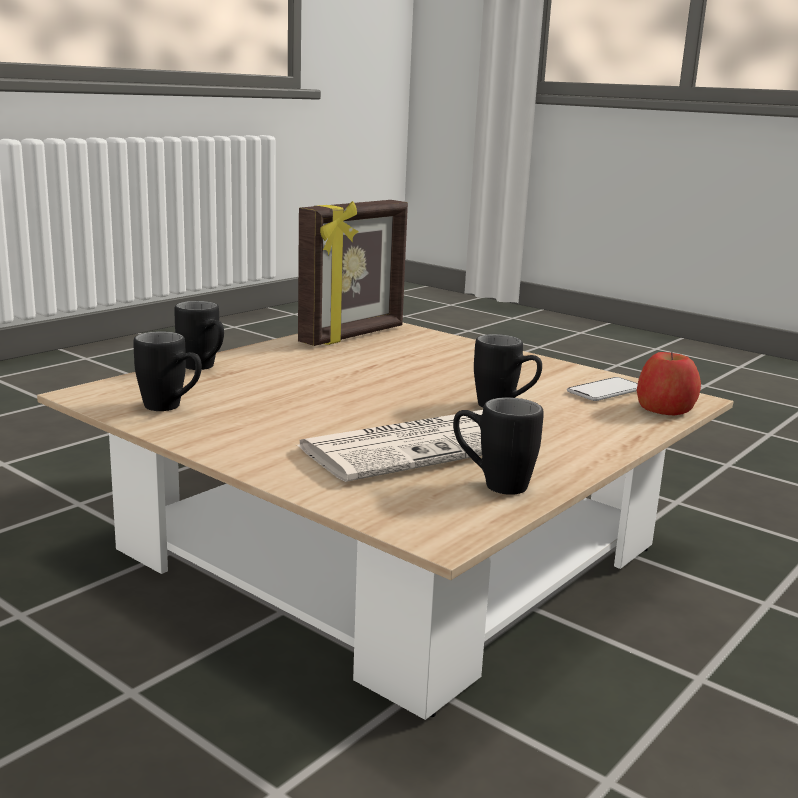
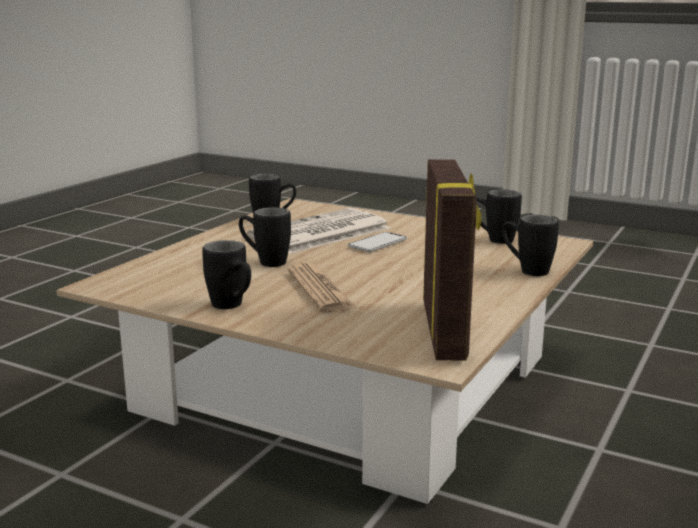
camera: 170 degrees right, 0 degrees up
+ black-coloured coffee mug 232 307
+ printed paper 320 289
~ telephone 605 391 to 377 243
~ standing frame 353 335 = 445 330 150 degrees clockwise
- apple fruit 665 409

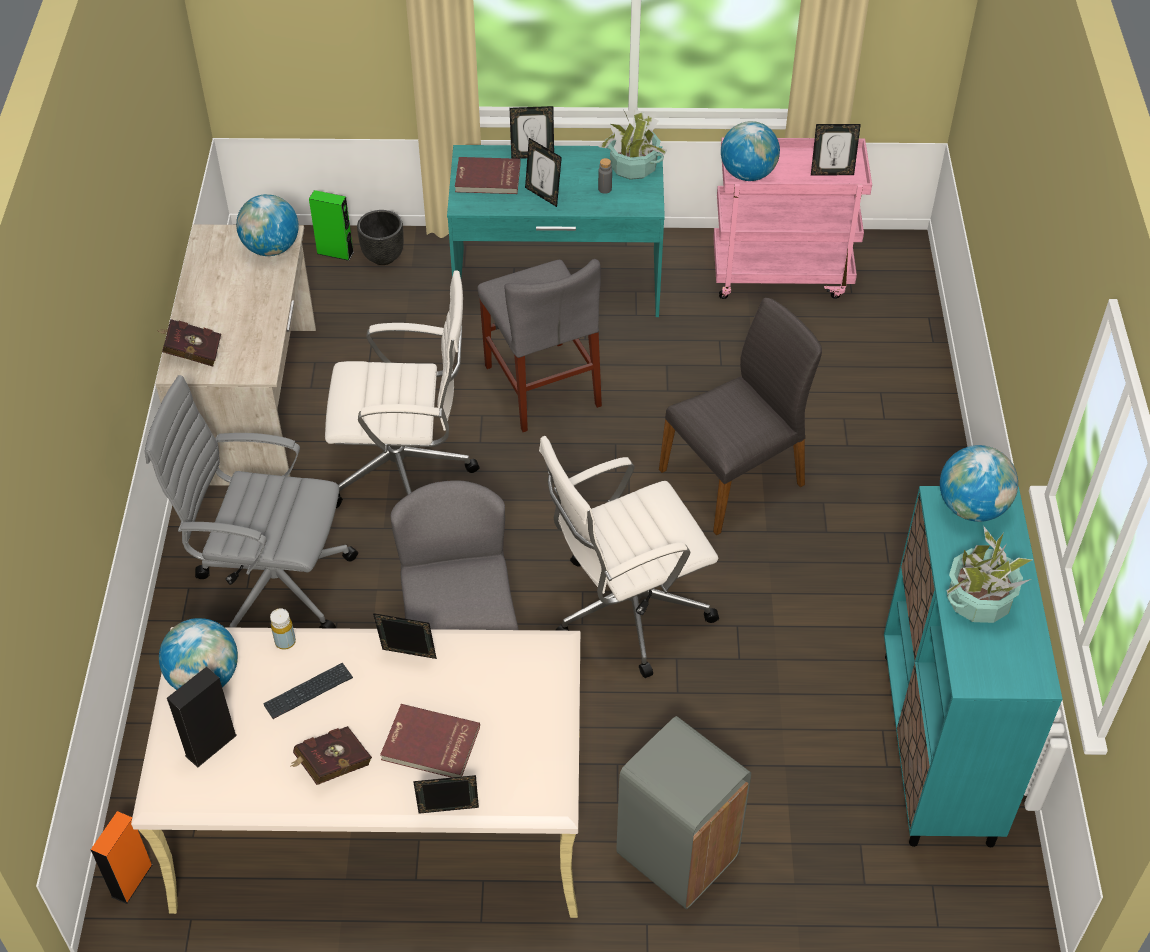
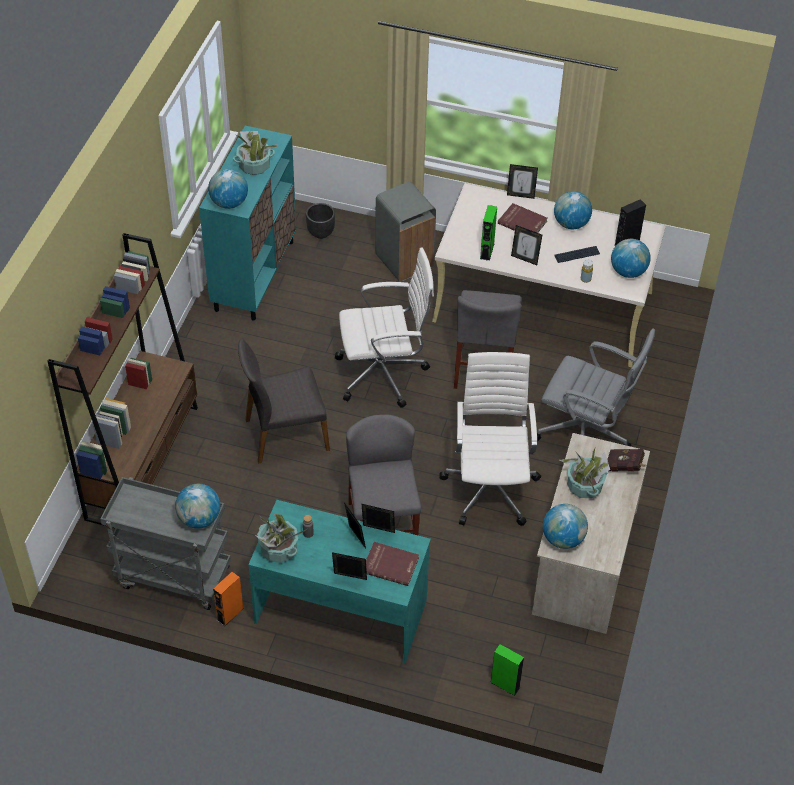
camera: 165 degrees left, 0 degrees up
+ brown-coloured bookshelf 143 462
~ pink-coloured wheeled cart 782 273 to gray wheeled cart 172 577
~ orangey speaker 132 880 to 230 614
~ black-coloured flower pot 382 257 to 321 233
~ standing frame 831 173 to 378 531
~ white desk chair 405 471 = 490 487 75 degrees clockwise
+ green speaker 487 251
~ red-coloured book 331 765 to globe 571 224
+ potted plant 584 486

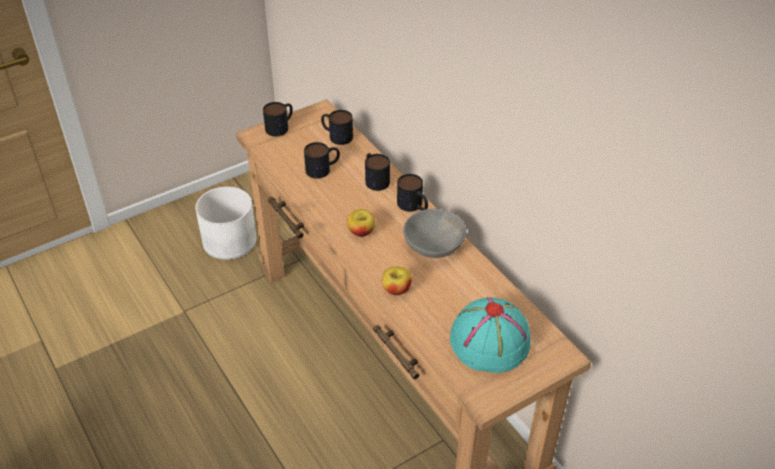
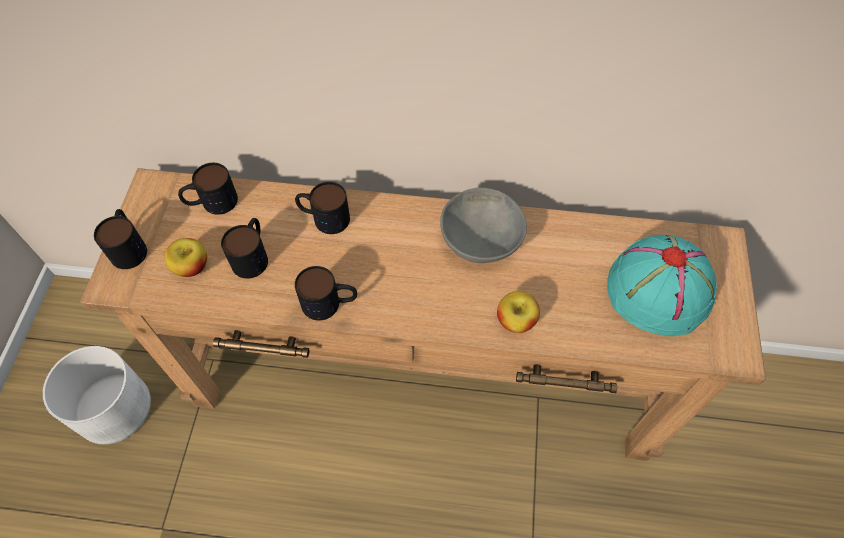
camera: 50 degrees left, 15 degrees up
~ apple fruit 361 232 to 191 267
~ coffee mug 413 206 to 330 303

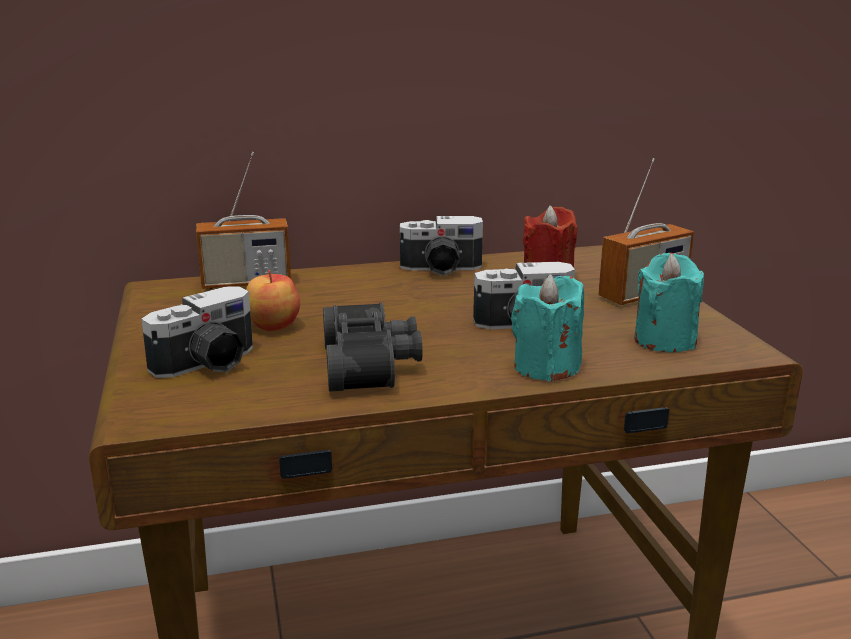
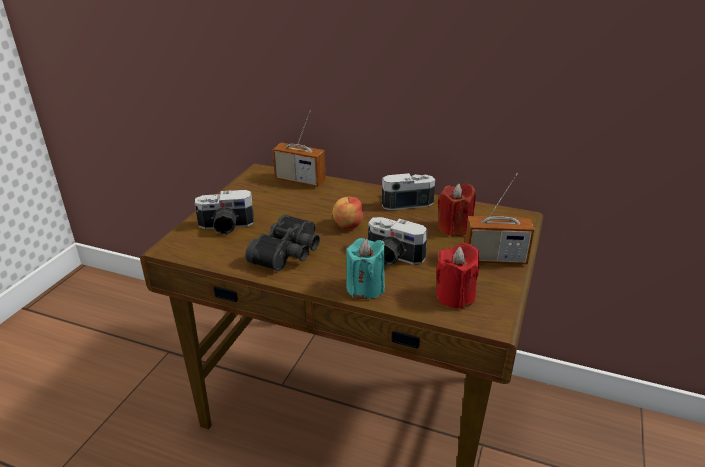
camera: 35 degrees right, 10 degrees up
~ apple fruit 272 326 to 347 225
~ photo camera 441 269 = 405 201 135 degrees clockwise
~ turquoise candle 664 340 to red-coloured candle 455 296

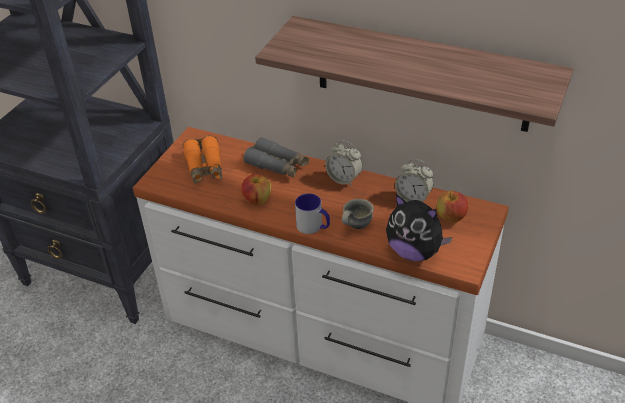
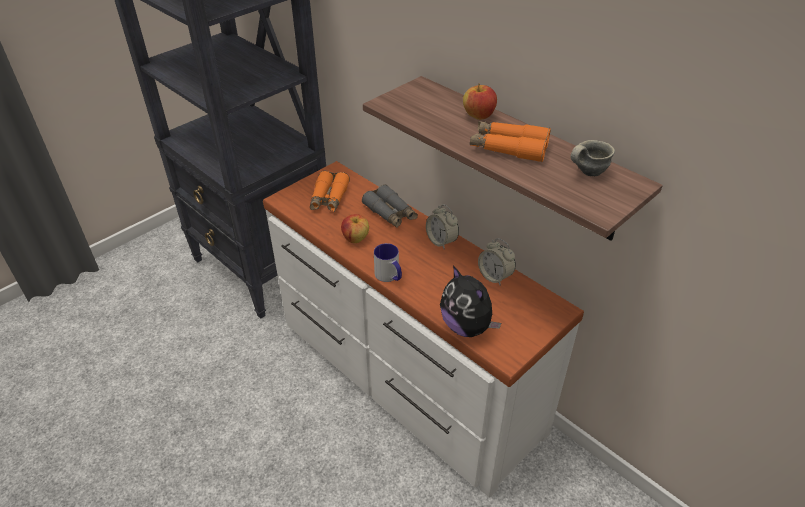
camera: 20 degrees right, 0 degrees up
~ apple fruit 450 217 to 478 116
+ orangey field glasses 508 148
~ gray coffee mug 355 226 to 586 172

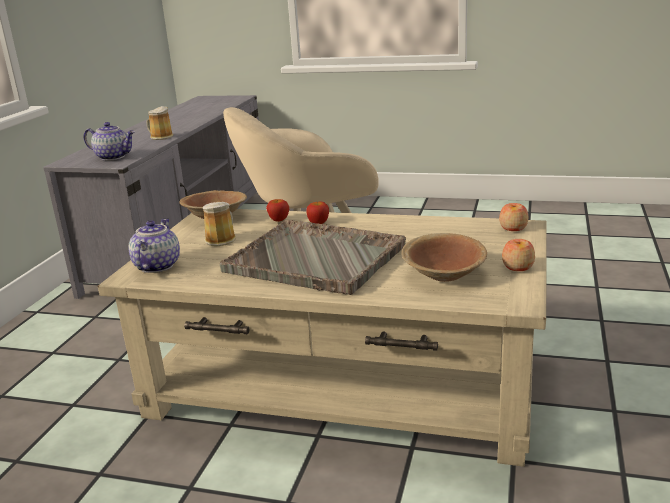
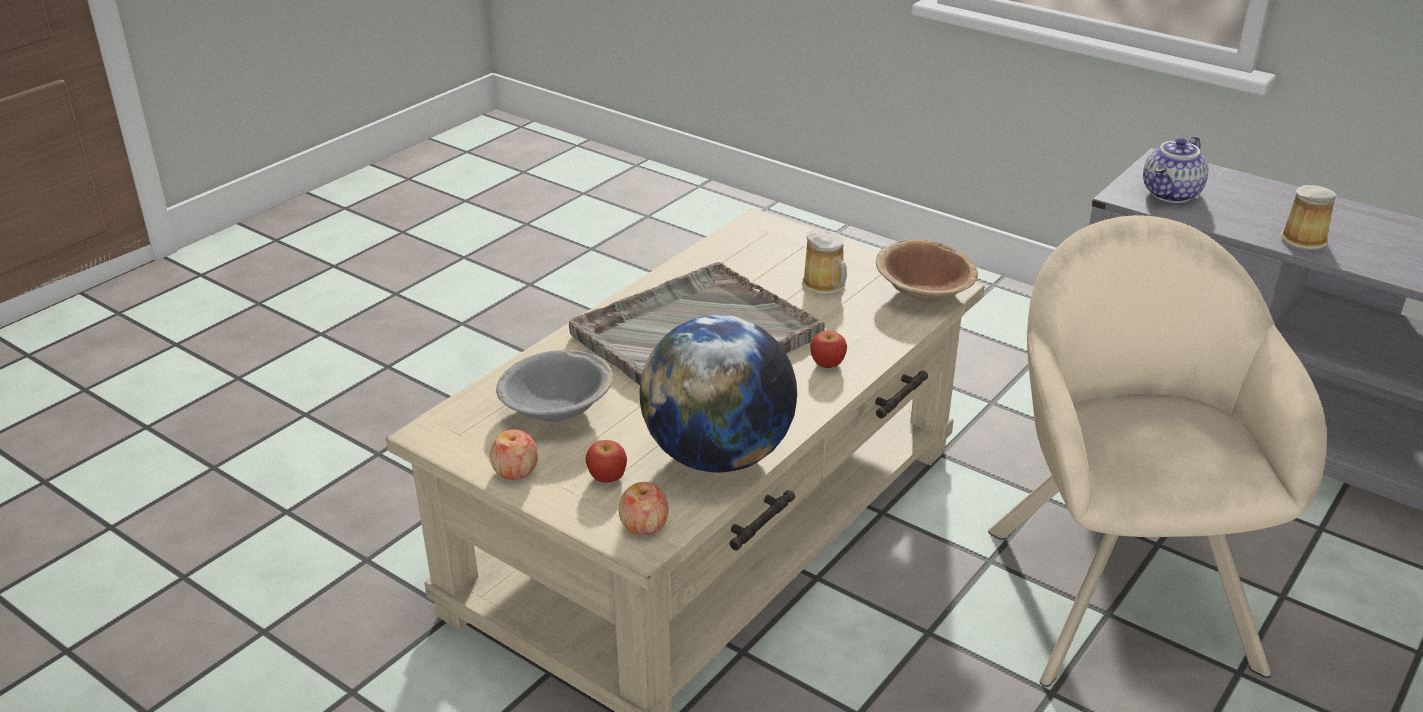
camera: 110 degrees right, 10 degrees up
~ brown-coloured deep dish 444 274 to gray deep dish 556 409
~ apple fruit 279 220 to 607 477
+ globe 718 456
- teapot 156 266

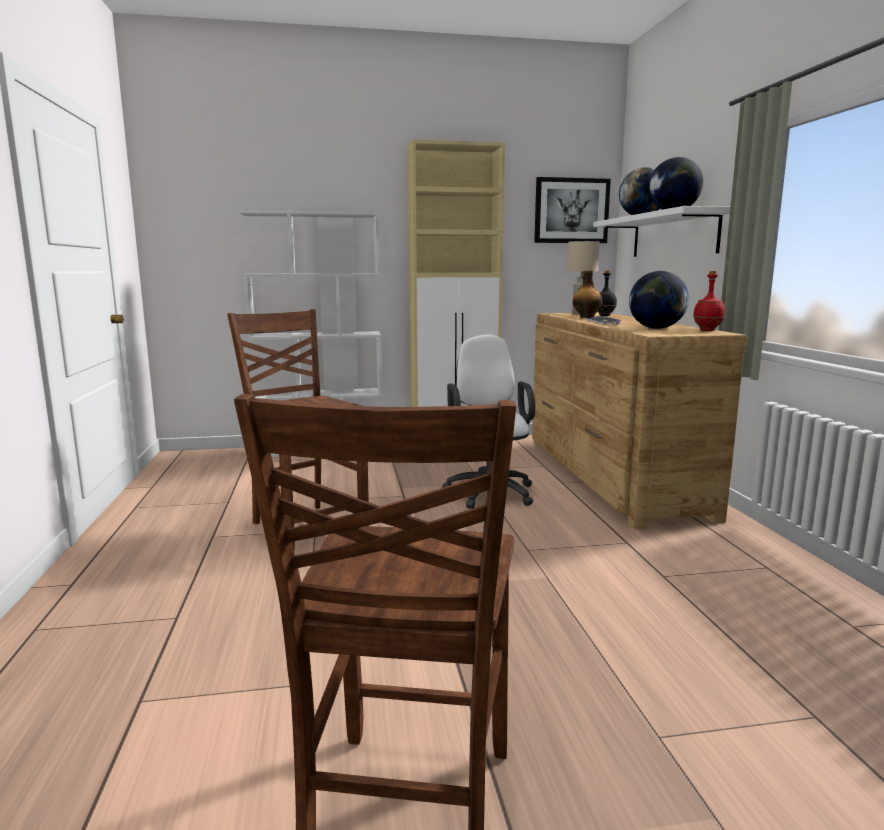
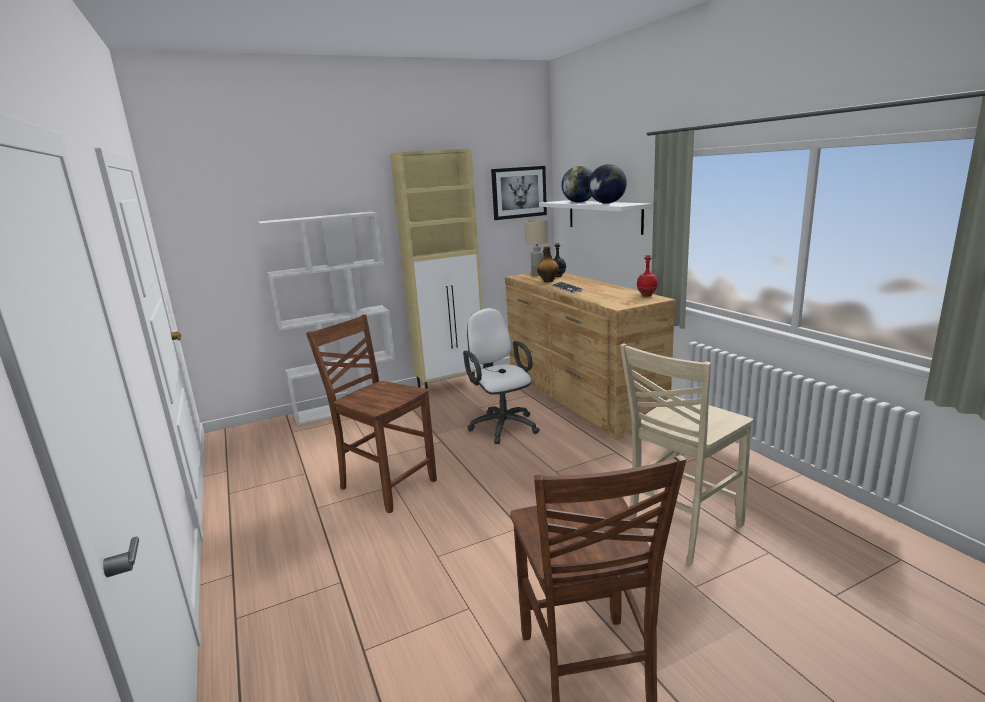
camera: 15 degrees left, 5 degrees up
+ beige chair 681 528
- globe 656 328

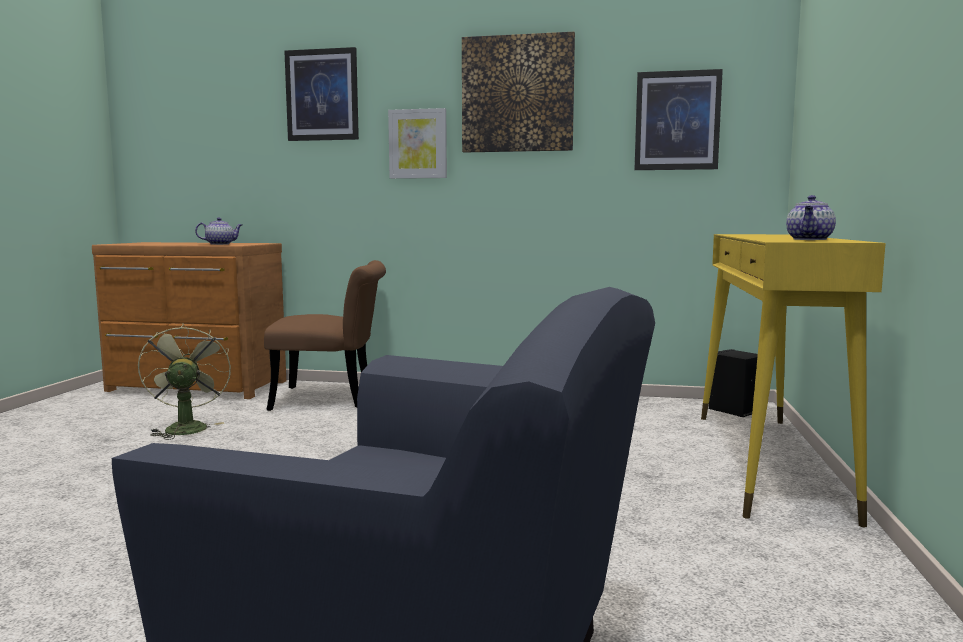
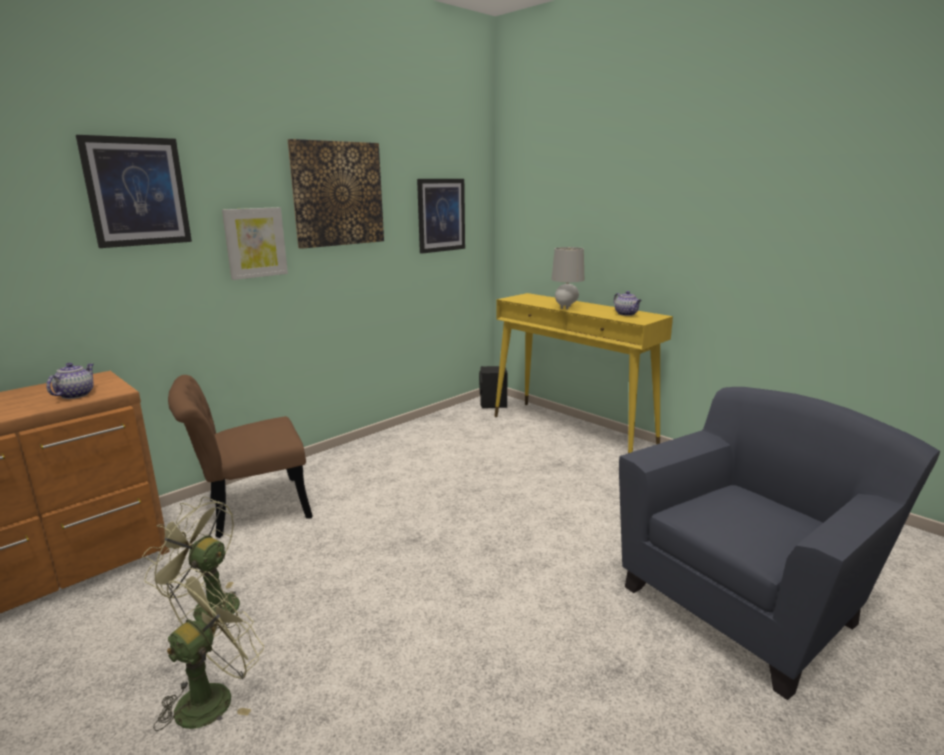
camera: 55 degrees left, 10 degrees up
+ green cooling fan 213 696
~ brown-coloured chair 333 398 = 248 510 150 degrees counterclockwise
+ gray lamp for a table 566 308

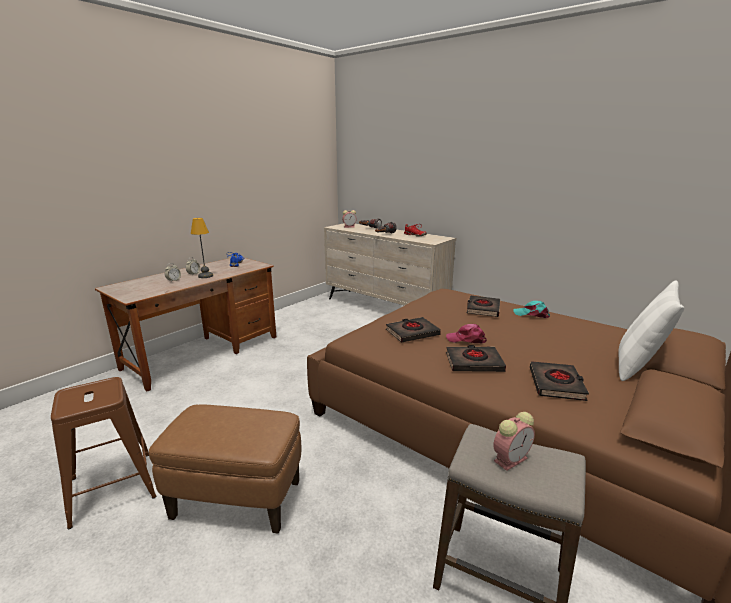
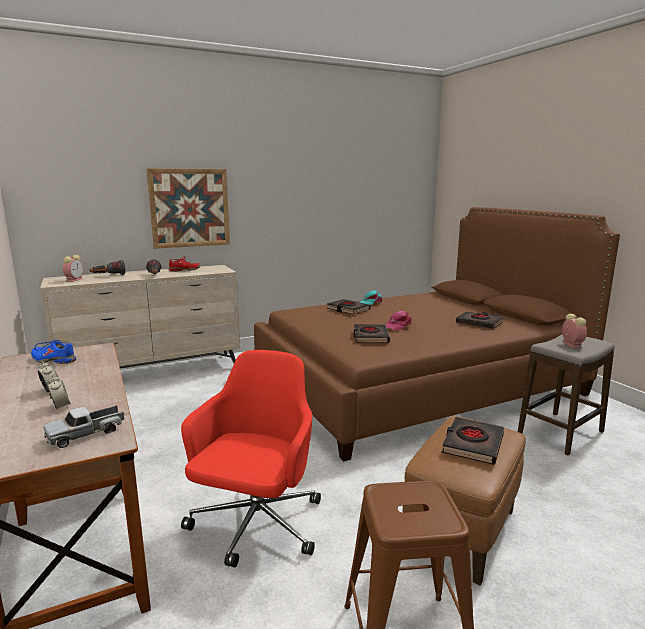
camera: 65 degrees left, 5 degrees down
+ toy lorry 86 433
+ picture 190 208
+ red-coloured desk chair 256 525
~ black-coloured book 474 363 to 472 444
- lamp for a table 205 276
- white throw pillow 638 366

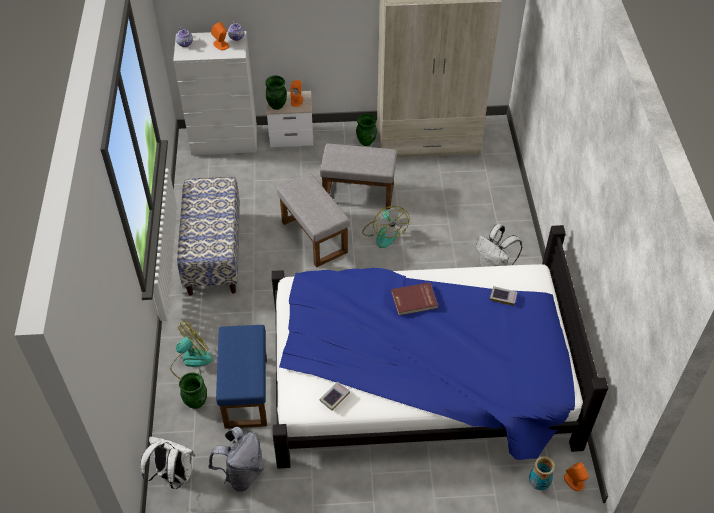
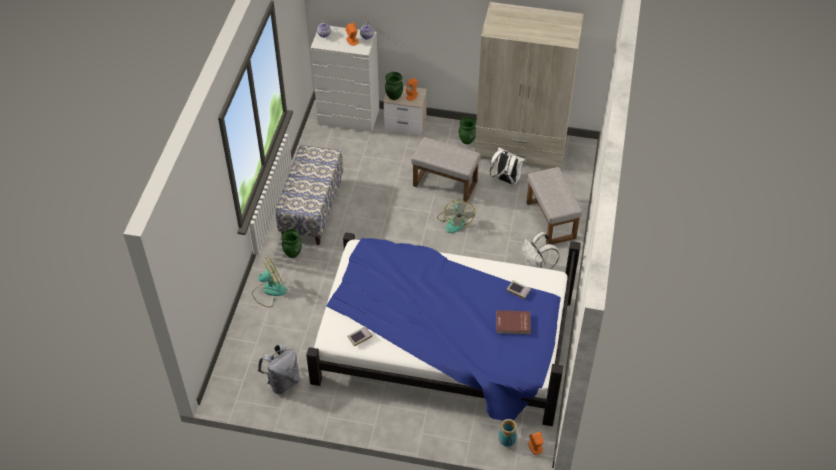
camera: 15 degrees right, 0 degrees up
~ green decorative vase 196 402 to 293 253
~ white backpack 173 475 to 506 179
~ red-coloured book 414 300 to 513 323
~ gray footrest 315 237 to 551 220
- bluish footrest 247 393

